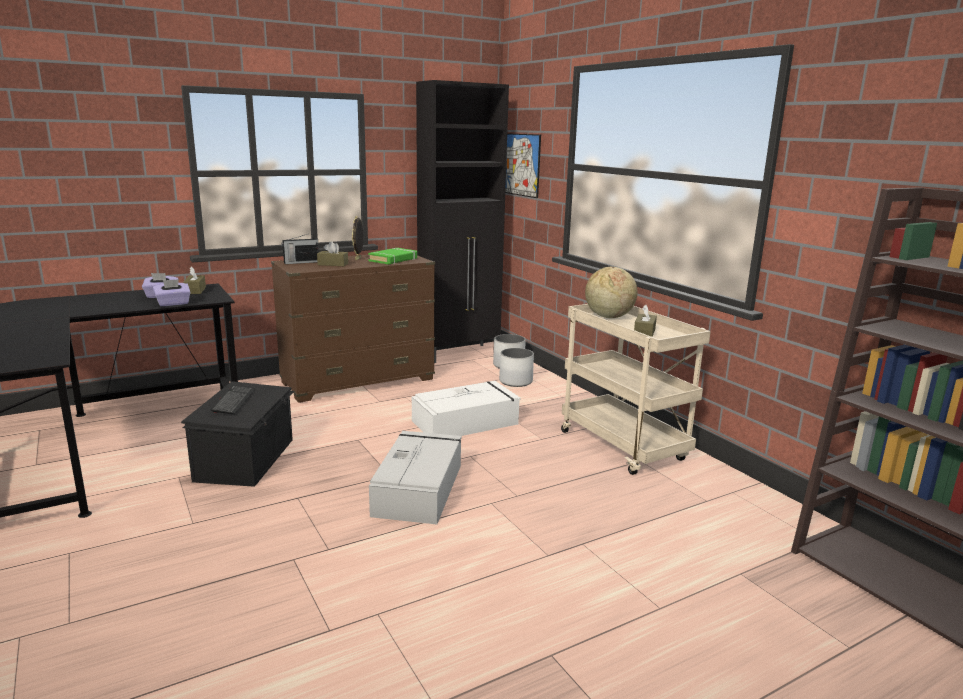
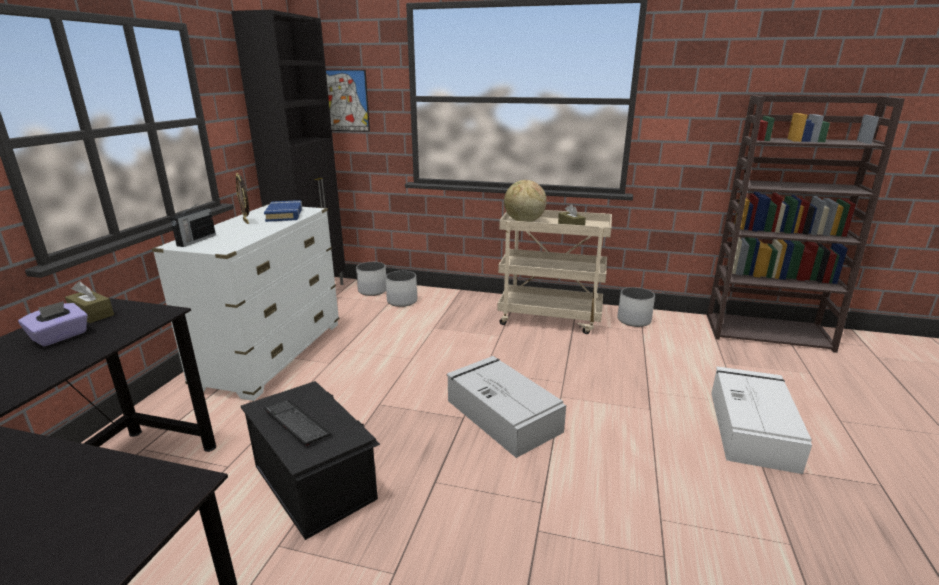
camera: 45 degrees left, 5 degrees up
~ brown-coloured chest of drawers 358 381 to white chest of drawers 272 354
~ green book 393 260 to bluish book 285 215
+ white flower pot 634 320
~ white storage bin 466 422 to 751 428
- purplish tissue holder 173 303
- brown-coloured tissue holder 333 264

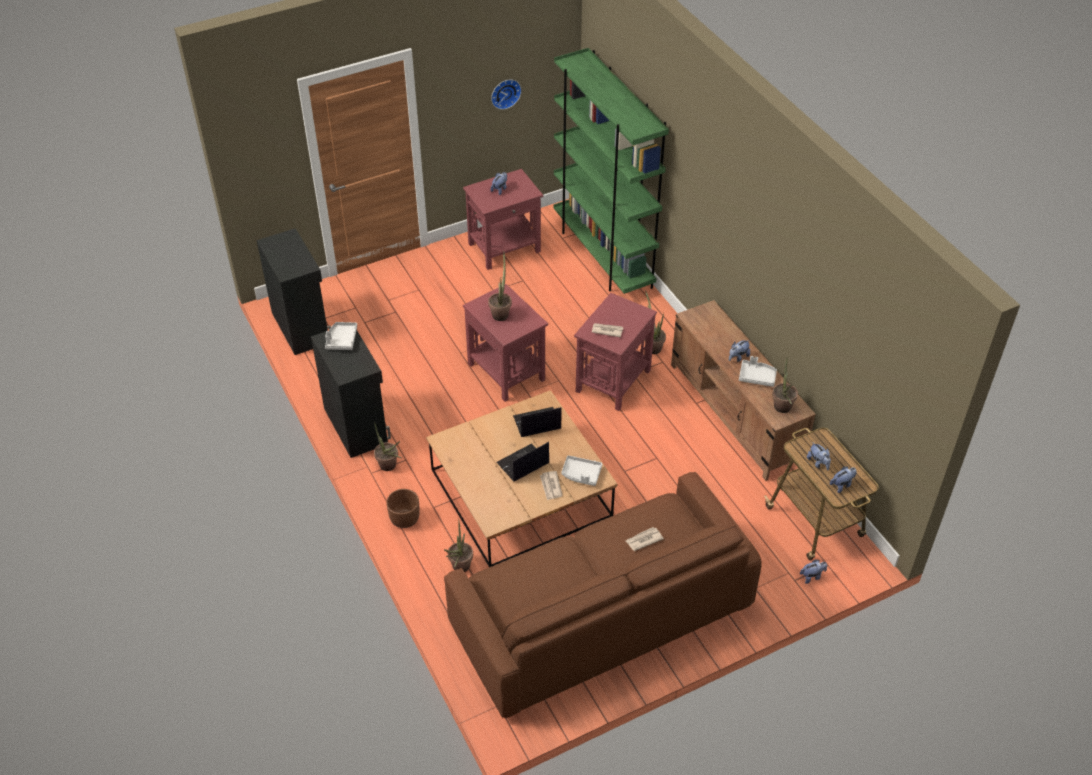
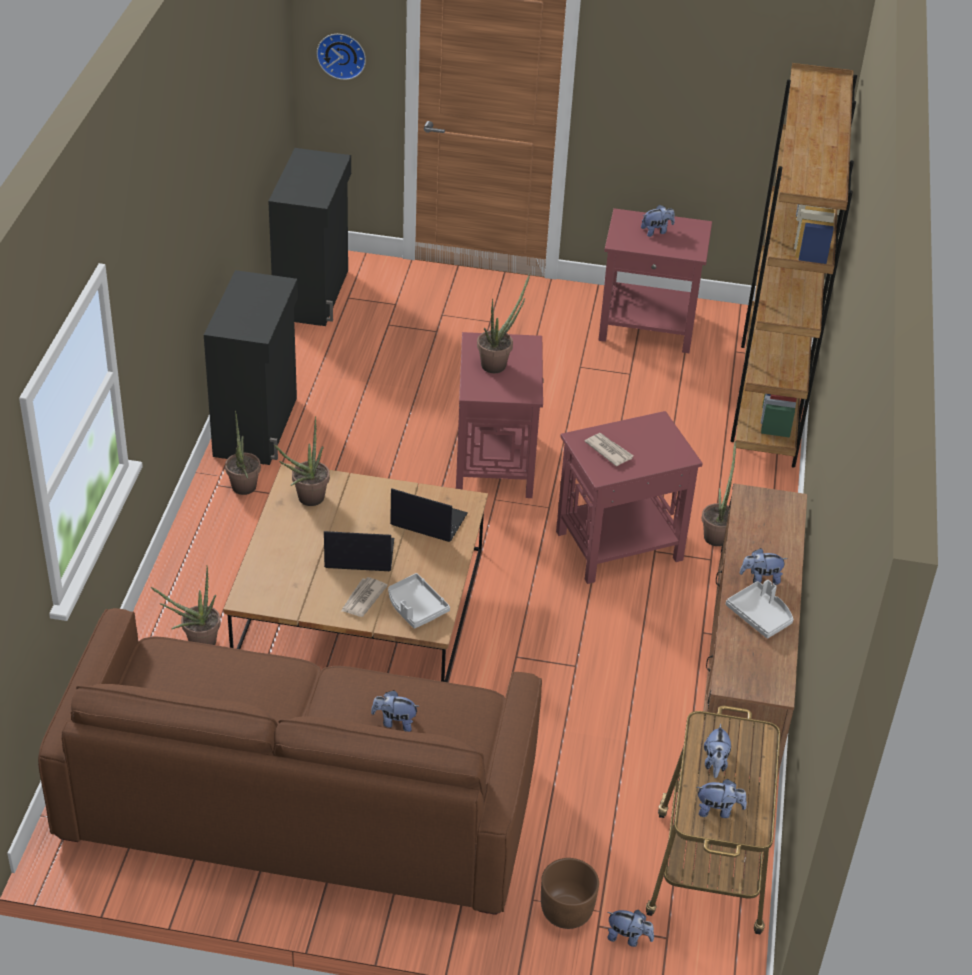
camera: 35 degrees right, 5 degrees down
~ potted plant 782 409 to 306 500
~ wall clock 505 93 to 342 54
~ printed paper 643 540 to cuddly toy 395 722
~ brown-coloured flower pot 404 519 to 566 911
~ green bookshelf 603 255 to brown-coloured bookshelf 768 397
- gray tray 341 340

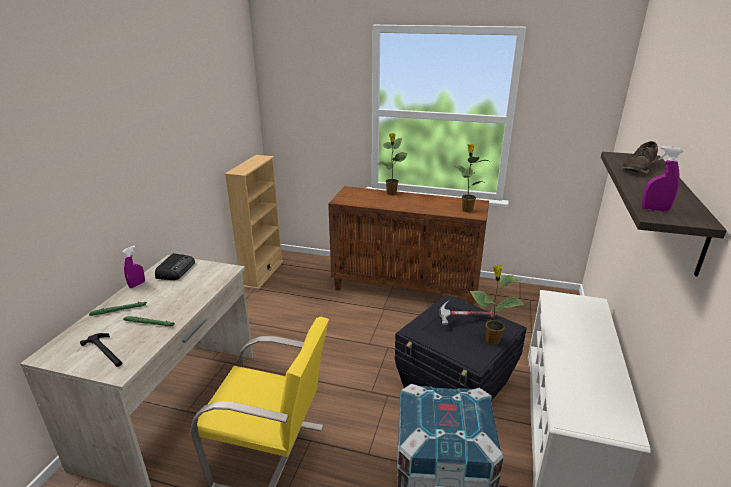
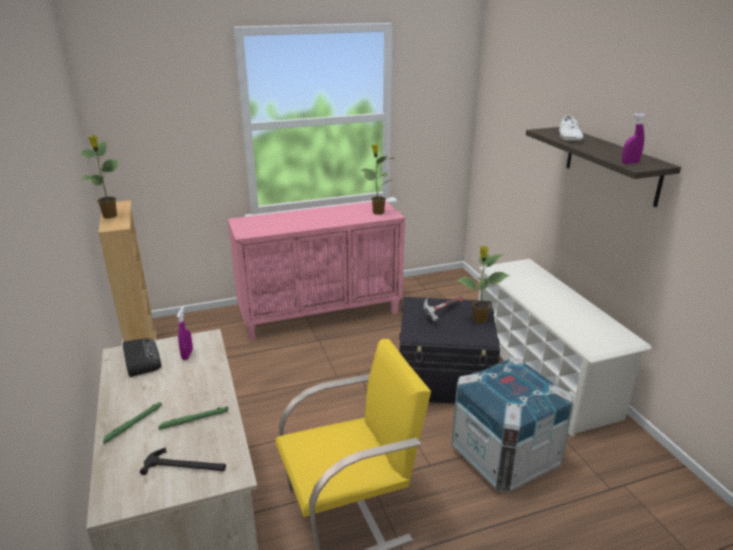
camera: 35 degrees left, 0 degrees up
~ potted plant 391 193 to 110 216
~ purplish spray bottle 137 284 to 187 355
~ brown-coloured storage cabinet 406 288 to pink-coloured storage cabinet 321 314
~ brown-coloured shoe 638 167 to white shoe 569 137

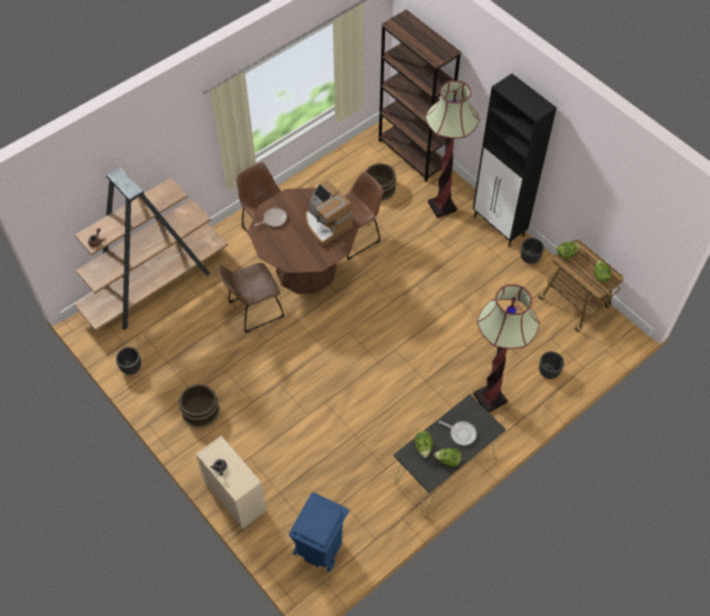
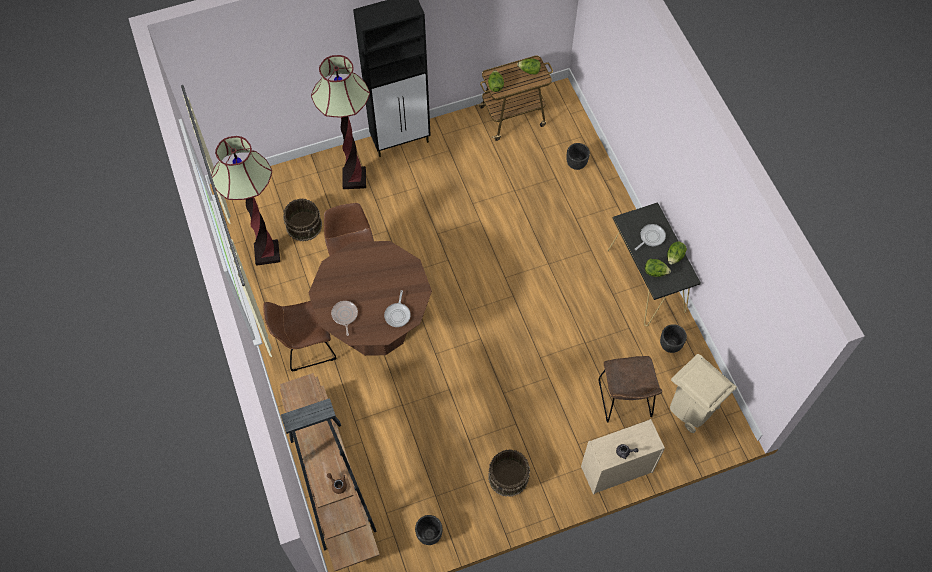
camera: 70 degrees left, 5 degrees up
~ standing lamp 490 398 to 267 253
+ frying pan 398 314
~ brown-coloured chair 253 311 to 625 402
~ black-coloured flower pot 529 258 to 670 345
~ bluish waste bin 320 547 to beige waste bin 691 409
- coffee maker 326 224
- brown-coloured bookshelf 412 154

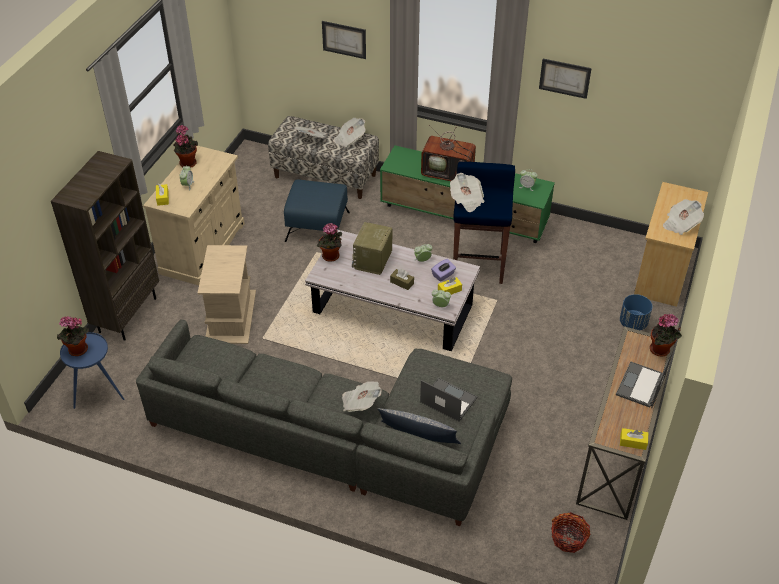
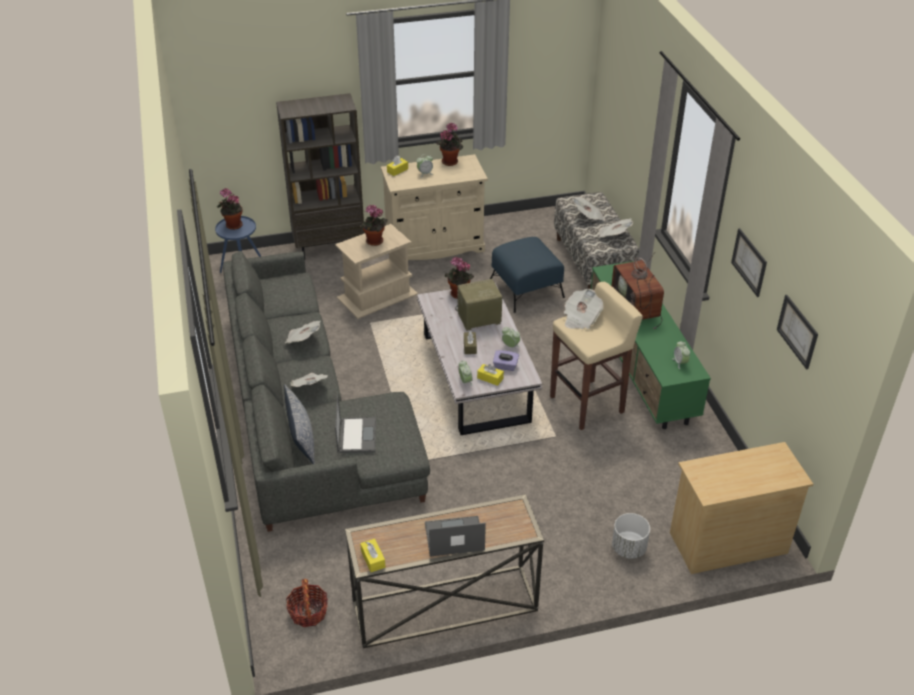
camera: 55 degrees right, 5 degrees down
~ printed paper 680 224 to 303 339
~ potted plant 661 351 to 374 242
~ bluish sitting stool 478 265 to beige sitting stool 588 404
~ bluish flower pot 633 323 to white flower pot 629 548
~ picture 344 39 to 797 331

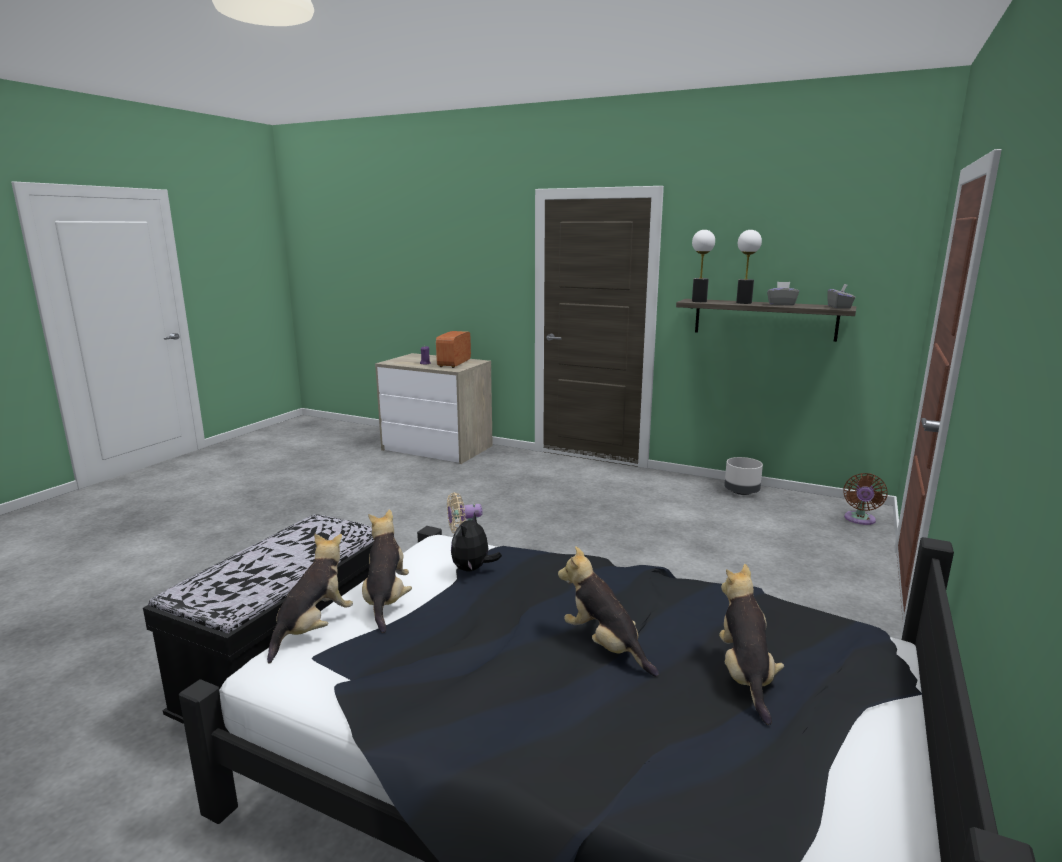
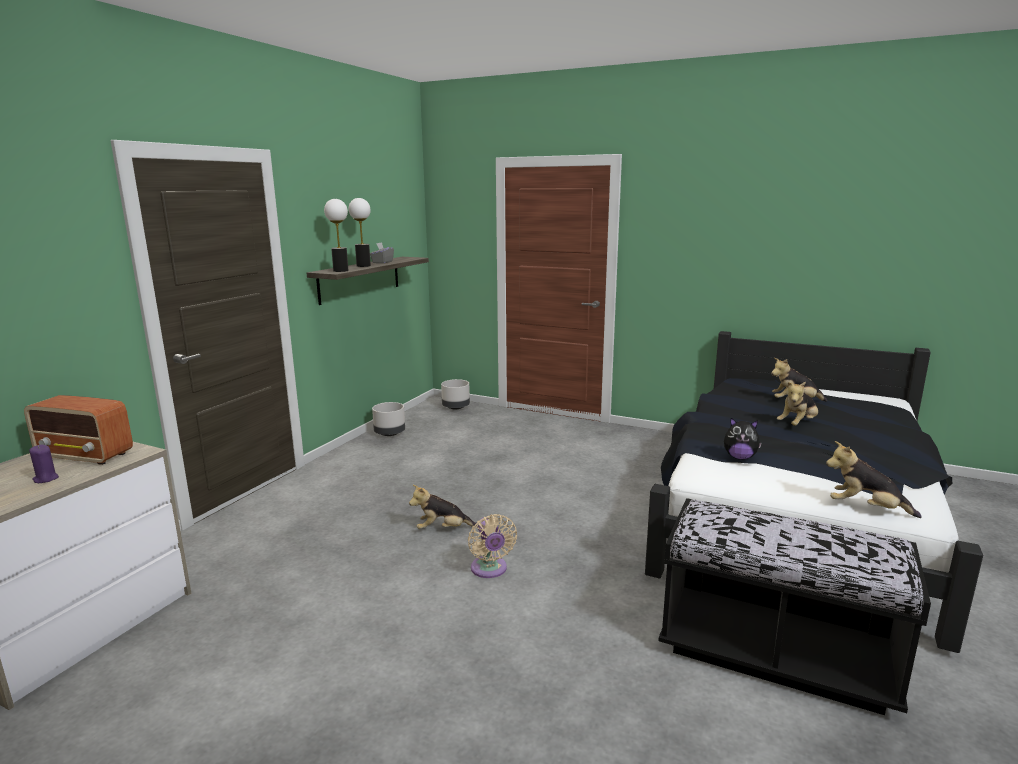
camera: 90 degrees left, 0 degrees up
~ cuddly toy 386 600 to 443 529
~ brown-coloured cooling fan 859 520 to gray flower pot 455 407
- gray tissue holder 839 307

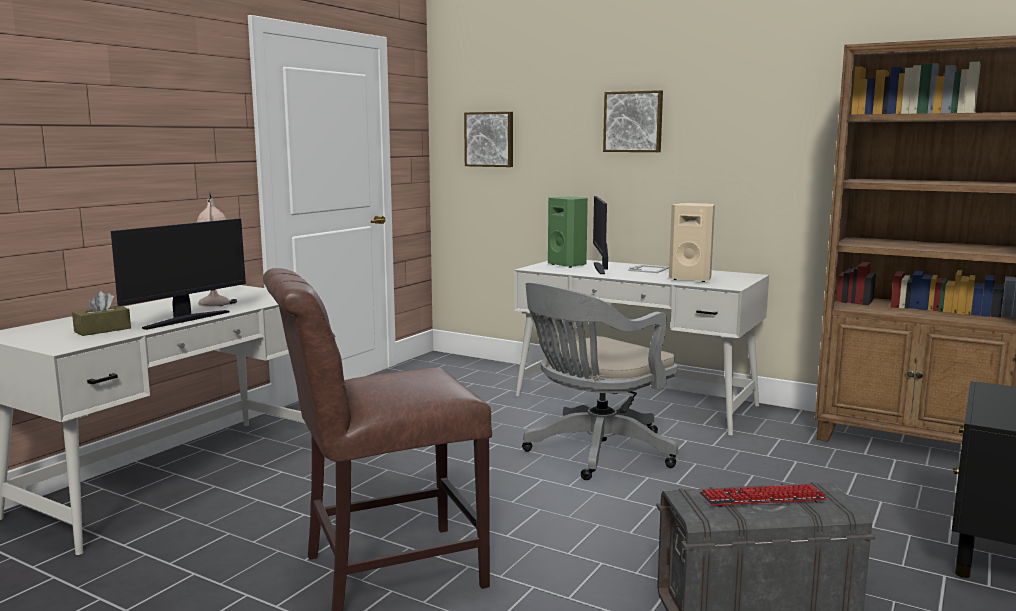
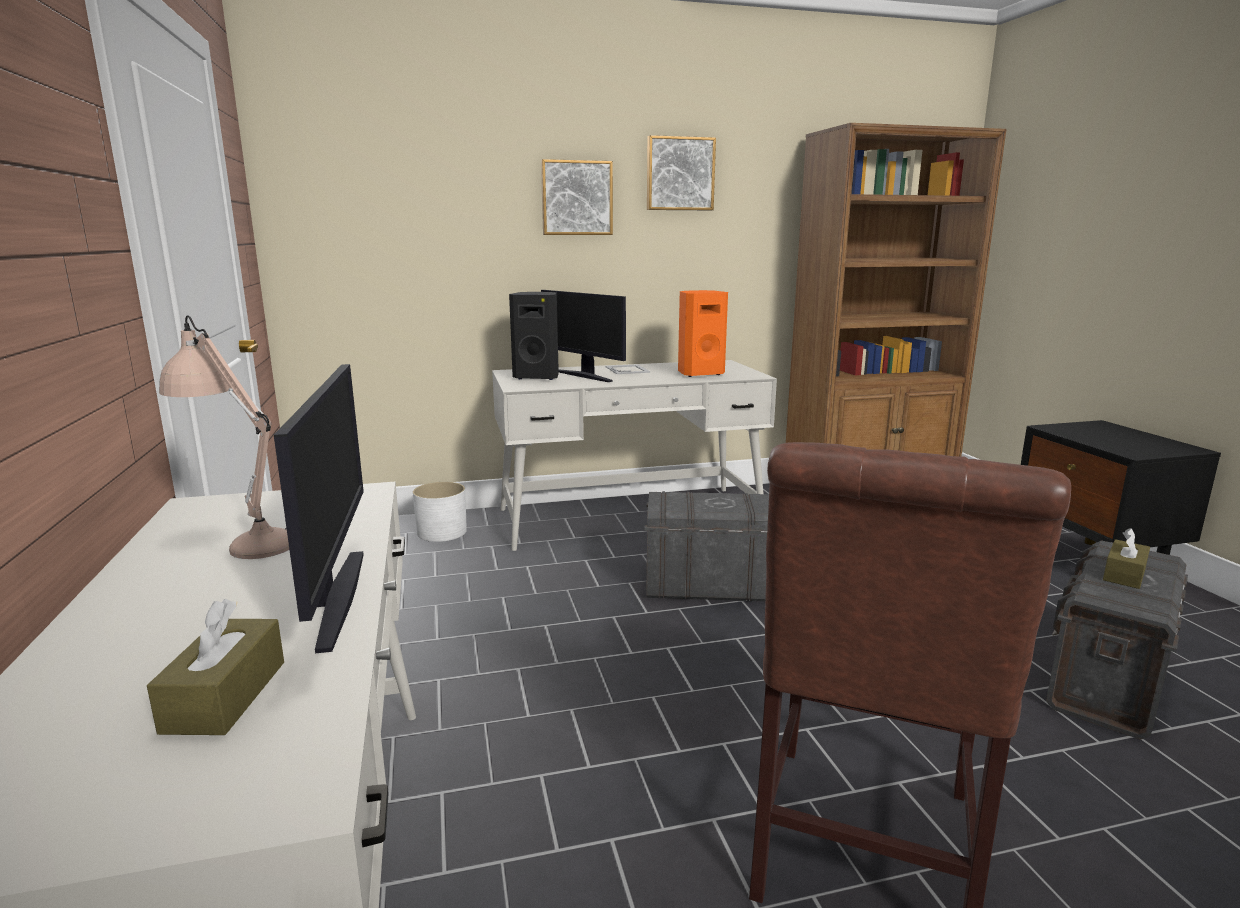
camera: 45 degrees left, 5 degrees up
+ white flower pot 442 532
~ green speaker 568 265 to black-coloured speaker 538 377
~ gray desk chair 595 453 to gray storage bin 715 586
~ picture 490 139 to 679 174
~ beige speaker 691 279 to orangey speaker 699 373
~ PC keyboard 762 498 to brown-coloured tissue holder 1124 574

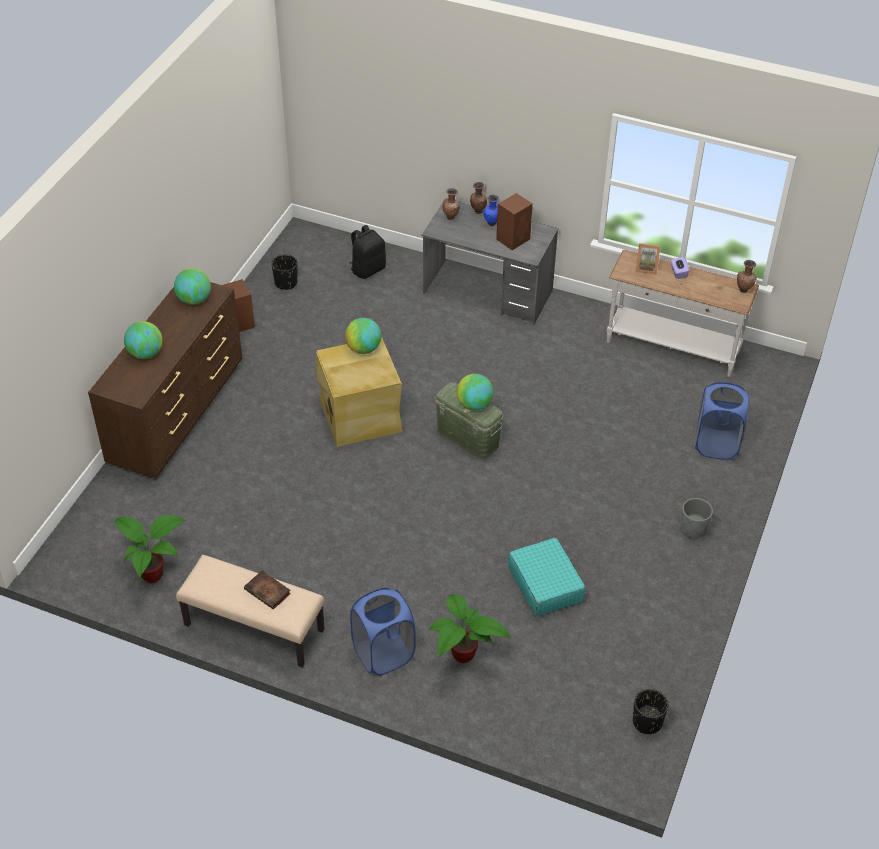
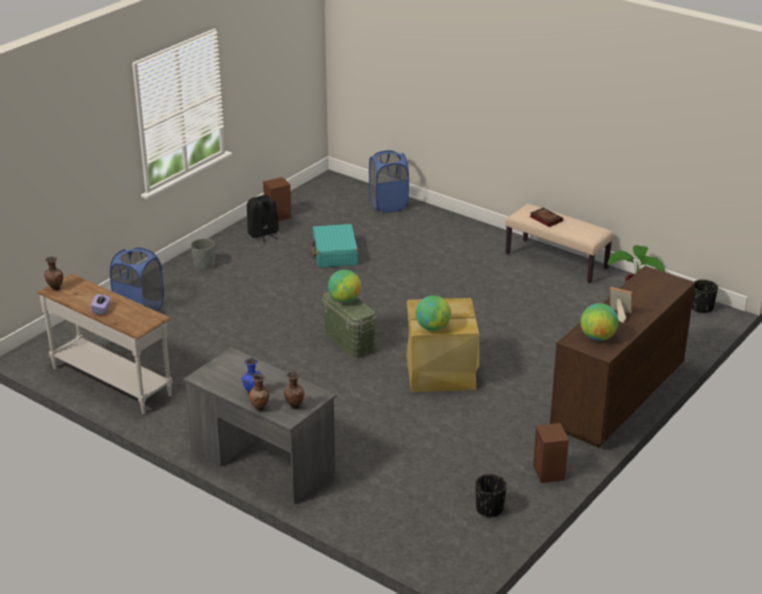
camera: 165 degrees left, 15 degrees down
~ black-coloured backpack 368 269 to 263 234
~ brown-coloured speaker 513 239 to 277 216
~ bluish washing basket 383 654 to 388 205
~ standing frame 646 268 to 618 314
~ black-coloured flower pot 647 722 to 701 308
- globe 145 353
- potted plant 462 659

